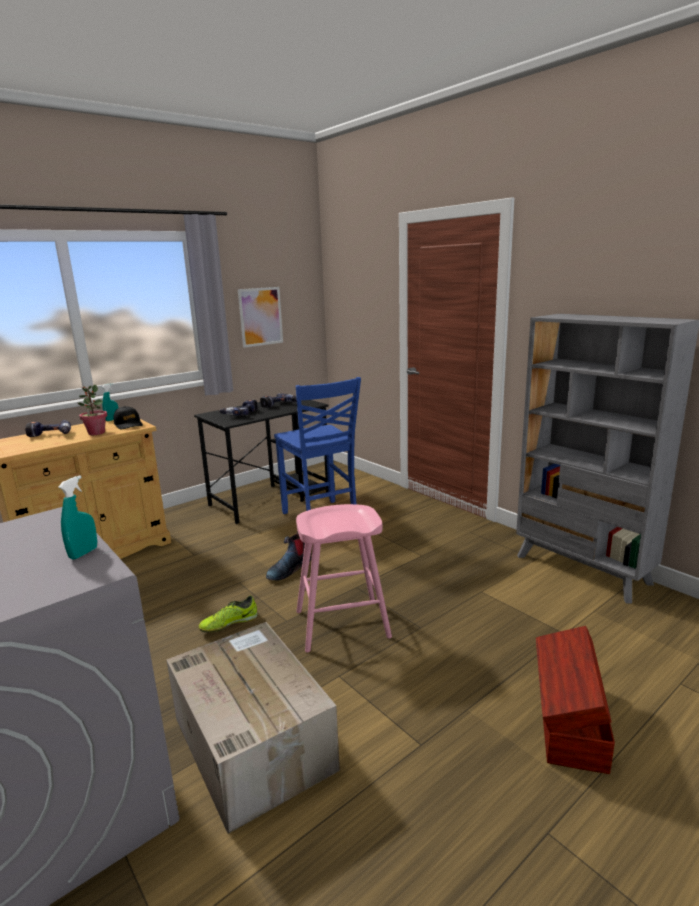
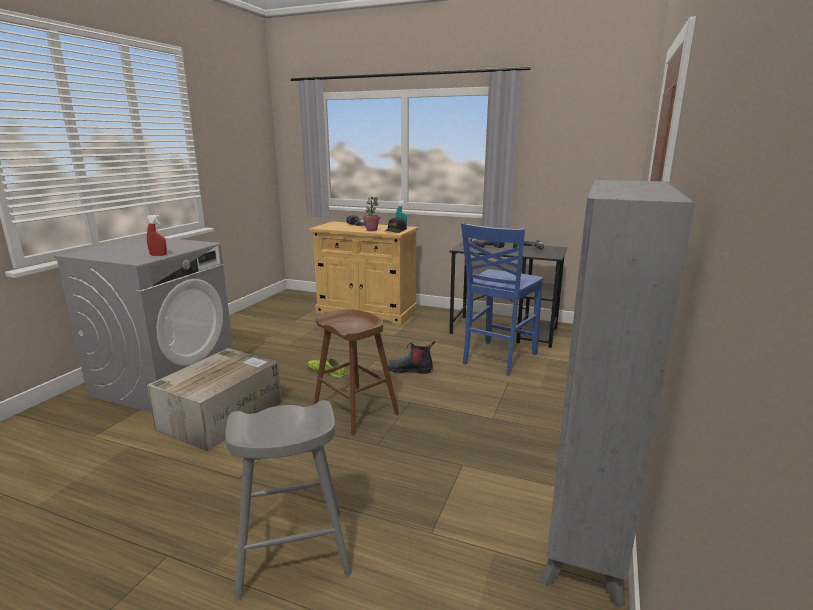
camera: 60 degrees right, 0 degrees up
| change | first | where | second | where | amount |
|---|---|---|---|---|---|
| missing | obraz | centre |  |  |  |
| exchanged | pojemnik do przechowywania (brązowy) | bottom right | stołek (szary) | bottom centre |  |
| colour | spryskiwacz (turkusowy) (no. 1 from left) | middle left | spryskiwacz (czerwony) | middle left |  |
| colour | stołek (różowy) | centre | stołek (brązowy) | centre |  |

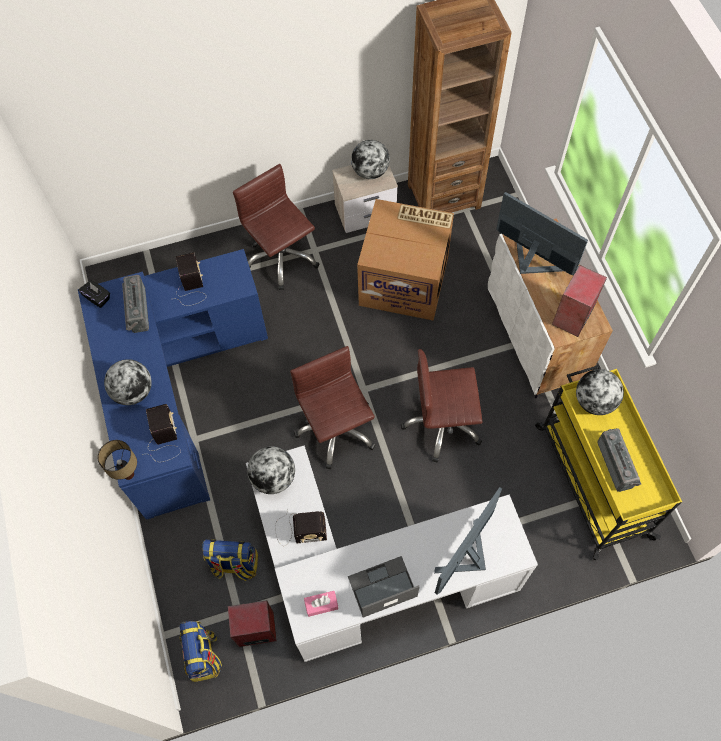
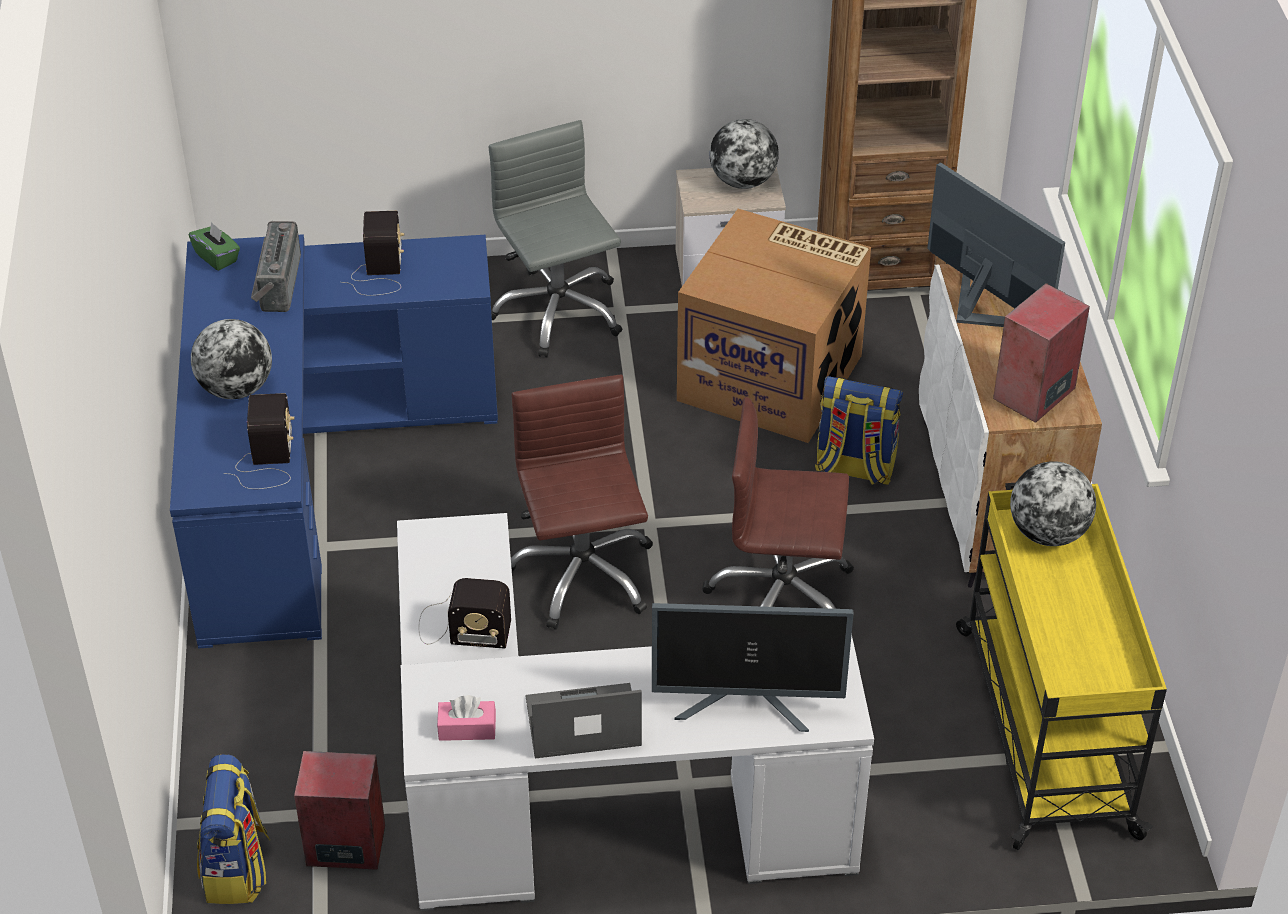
camera: 10 degrees right, 20 degrees down
| change | first | where | second | where | amount |
|---|---|---|---|---|---|
| missing | lampa stołowa | middle left |  |  |  |
| missing | globus (no. 2 from left) | centre |  |  |  |
| missing | radio (no. 5 from left) | middle right |  |  |  |
| relocated | plecak (no. 2 from left) | bottom left |  | middle right |  |
| colour | pudełko chusteczek (czarny) | middle left | pudełko chusteczek (zielony) | top left |  |
| colour | krzesło biurowe (brązowy) (no. 1 from left) | top centre | krzesło biurowe (szary) | top centre |  |
| spun | monitor (no. 1 from left) | bottom centre |  | bottom centre | 135 degrees counterclockwise |

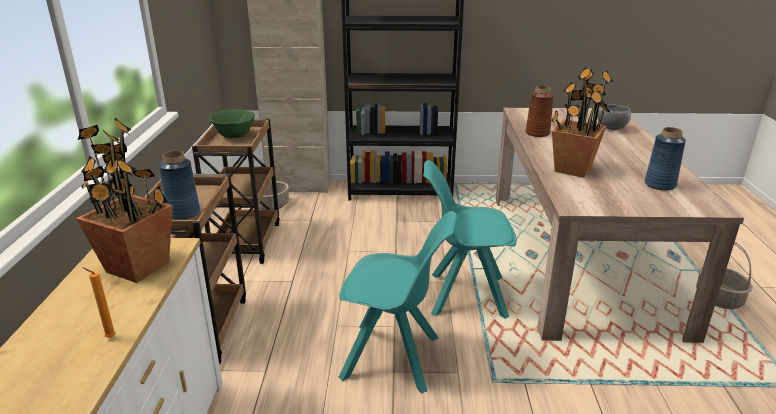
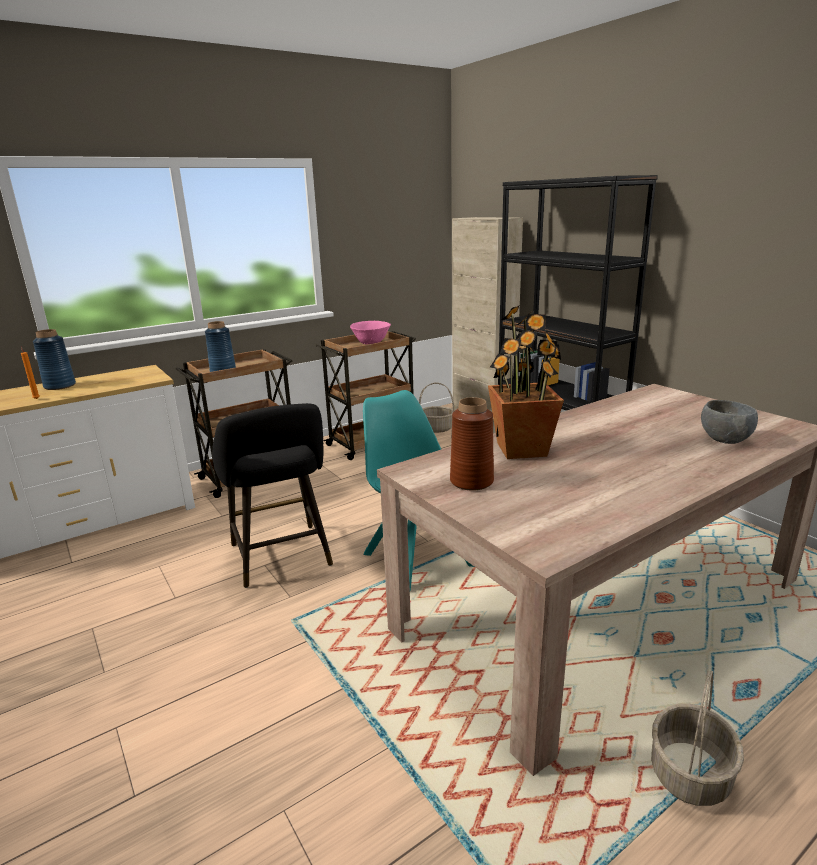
camera: 55 degrees right, 5 degrees down
| change | first | where | second | where | amount |
|---|---|---|---|---|---|
| missing | roślina doniczkowa (no. 1 from left) | middle left |  |  |  |
| relocated | wazon (brązowy) | top right |  | centre |  |
| relocated | wazon (niebieski) (no. 2 from left in the first image) | middle right | wazon (niebieski) (no. 1 from left) | middle left |  |
| exchanged | krzesło (turkusowy) (no. 1 from left) | bottom centre | stołek (czarny) | middle left |  |
| colour | miska (zielony) | top left | miska (różowy) | centre |  |

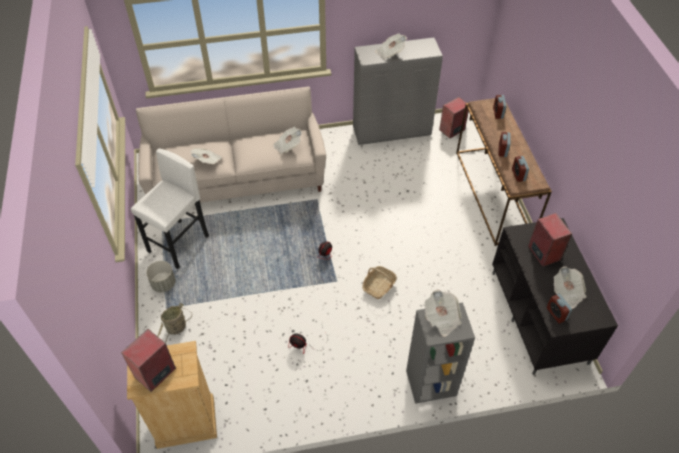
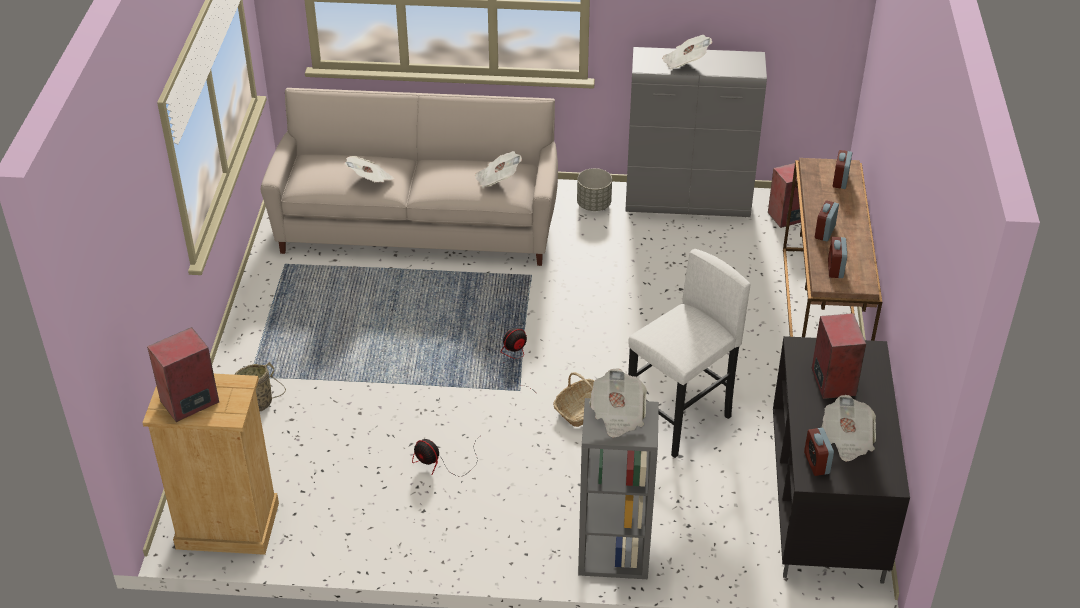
camera: 15 degrees right, 10 degrees down
| change | first | where | second | where | amount |
|---|---|---|---|---|---|
| relocated | stołek (biały) | middle left |  | centre |  |
| relocated | donica (szary) | middle left |  | top centre |  |

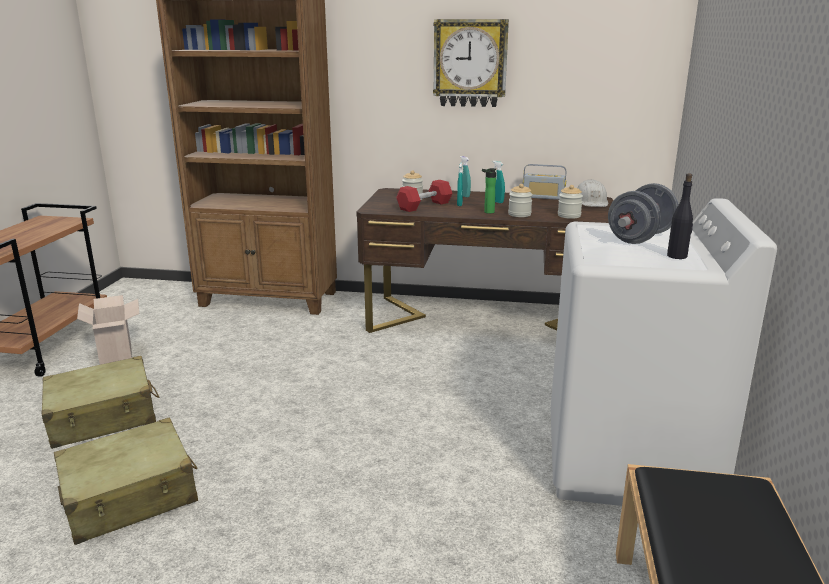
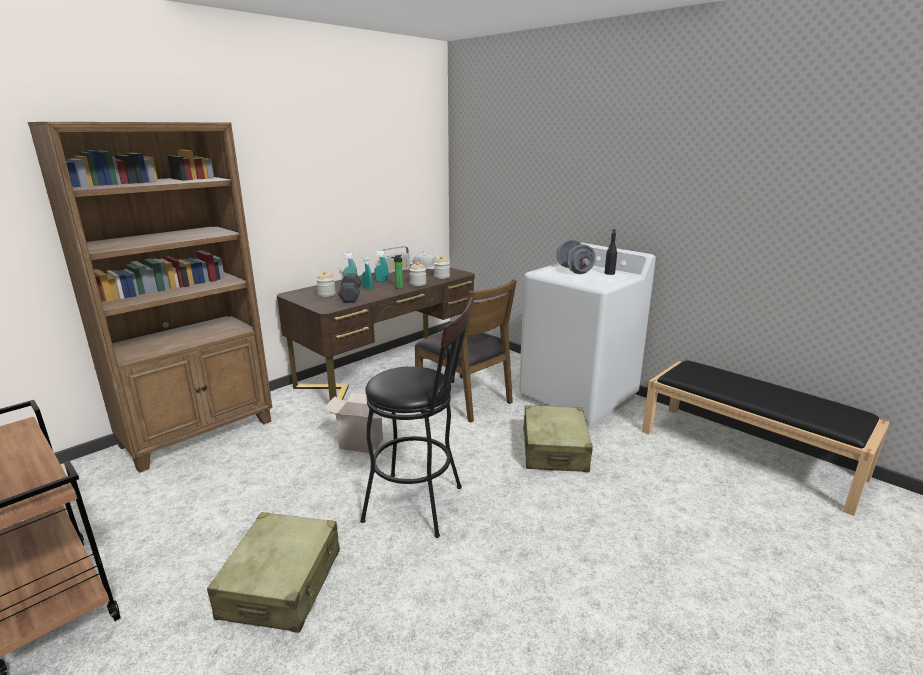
camera: 55 degrees left, 0 degrees up
| change | first | where | second | where | amount |
|---|---|---|---|---|---|
| missing | zegar ścienny | top centre |  |  |  |
| appeared |  |  | stołek (czarny) | centre |  |
| appeared |  |  | krzesło (brązowy) | centre |  |
| relocated | walizka (beżowy) (no. 2 from left) | bottom left |  | centre |  |
| relocated | karton | middle left |  | centre |  |
| colour | hantel (czerwony) | centre | hantel (szary) (no. 1 from left) | centre |  |

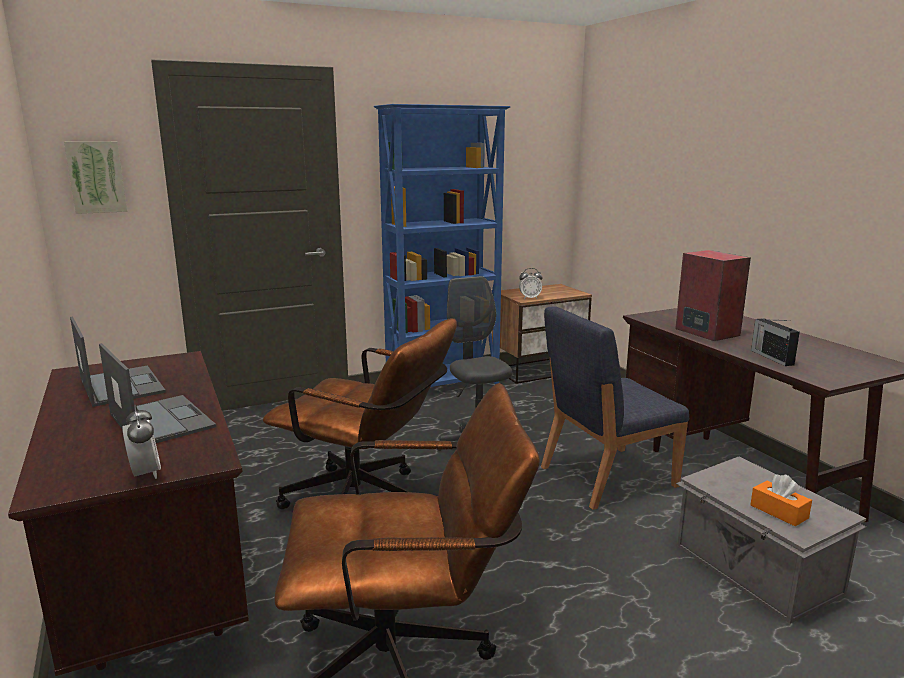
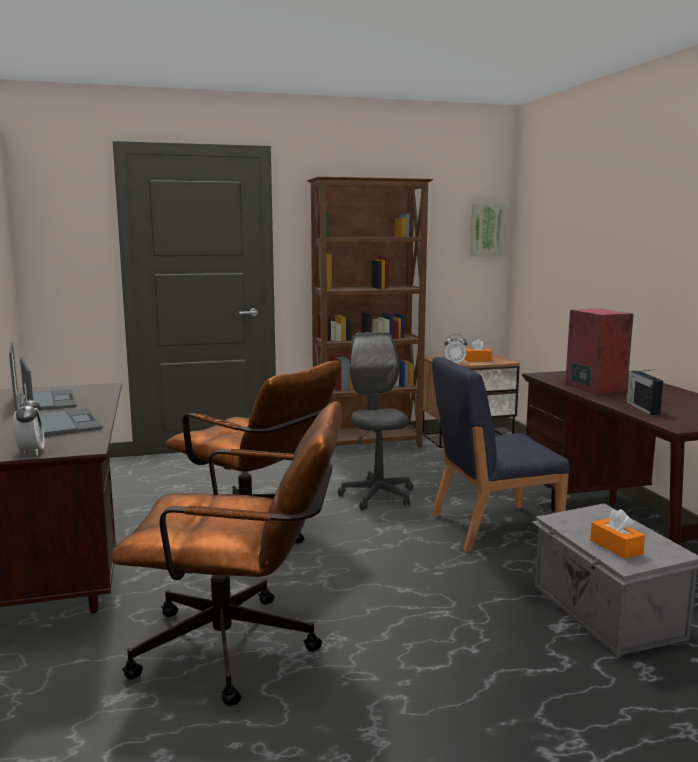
camera: 10 degrees right, 5 degrees down
| change | first | where | second | where | amount |
|---|---|---|---|---|---|
| appeared |  |  | pudełko chusteczek (pomarańczowy) (no. 1 from left) | middle right |  |
| relocated | obraz | top left |  | top right |  |
| colour | regał (niebieski) | centre | regał (brązowy) | centre |  |

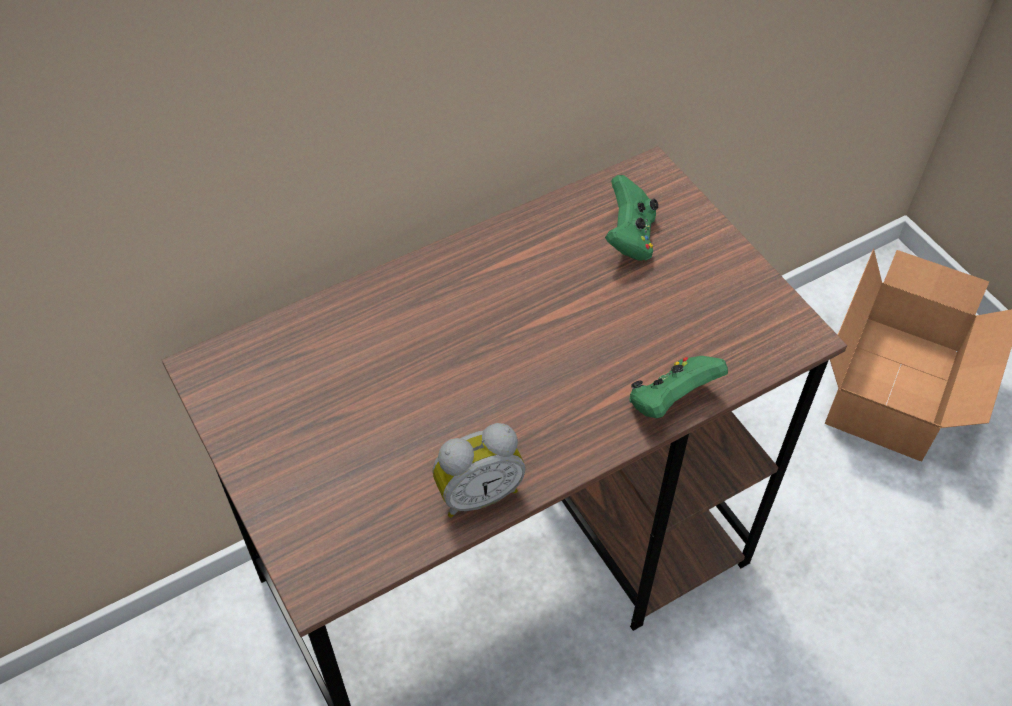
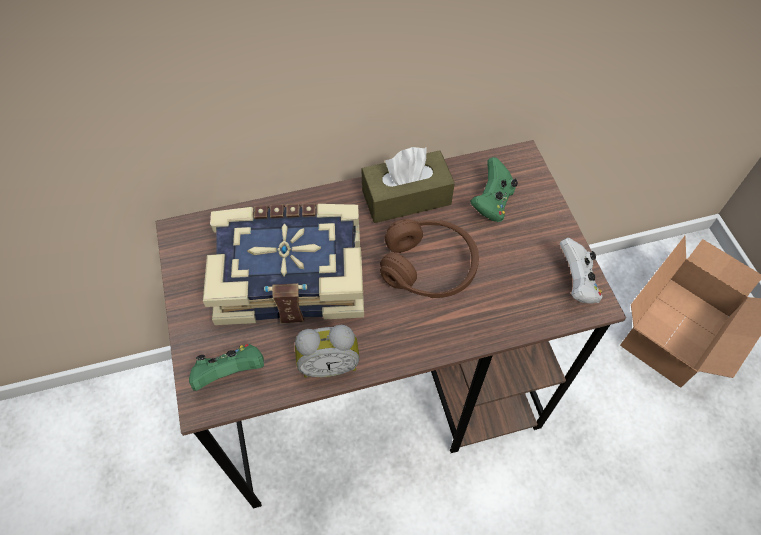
camera: 15 degrees right, 5 degrees up
| change | first | where | second | where | amount |
|---|---|---|---|---|---|
| appeared |  |  | książka | centre |  |
| appeared |  |  | pudełko chusteczek (brązowy) | centre |  |
| appeared |  |  | słuchawki (brązowy) | centre |  |
| appeared |  |  | pad do gier (biały) | middle right |  |
| relocated | pad do gier (zielony) (no. 2 from left in the first image) | middle right | pad do gier (zielony) (no. 1 from left) | bottom left |  |

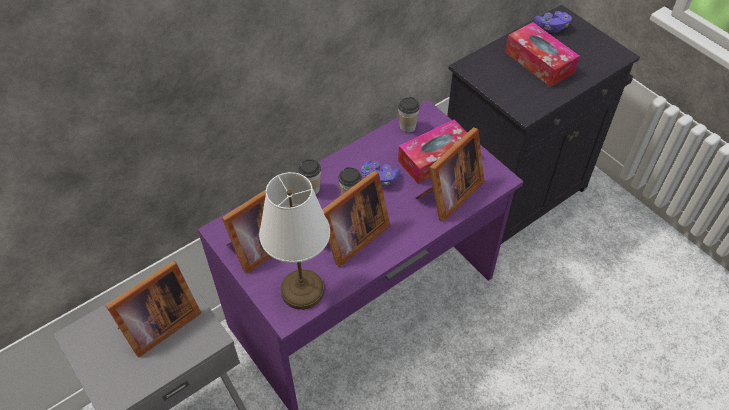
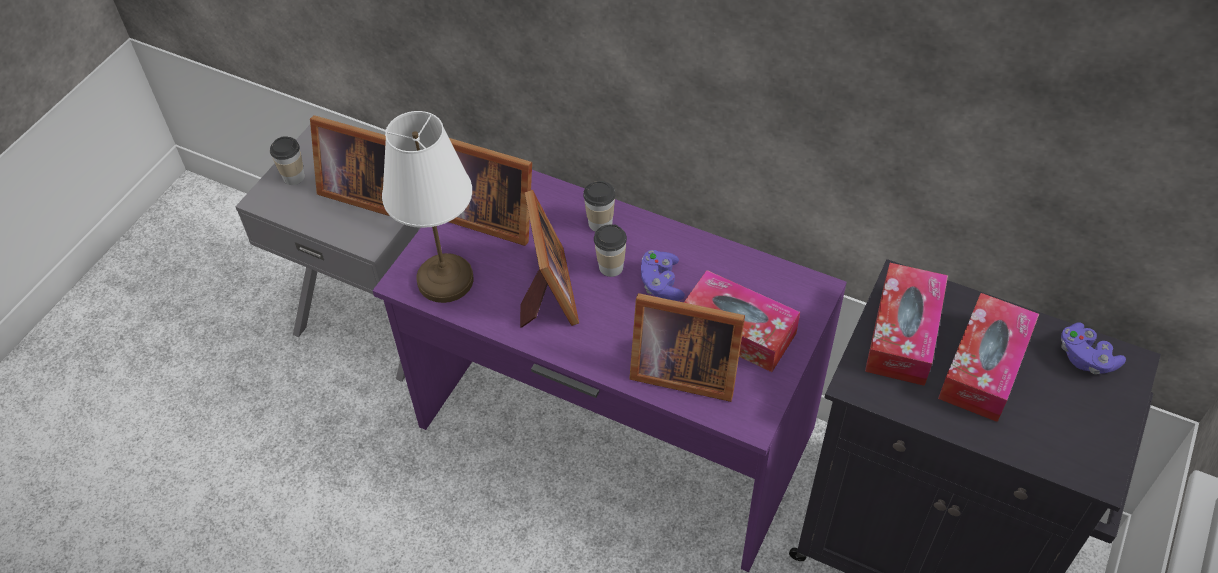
camera: 65 degrees right, 0 degrees up
| change | first | where | second | where | amount |
|---|---|---|---|---|---|
| appeared |  |  | pudełko chusteczek (no. 2 from left) | middle right |  |
| relocated | filiżanka (no. 3 from left in the first image) | top centre | filiżanka (no. 1 from left) | top left |  |
| spun | ramka na zdjęcie (no. 3 from left) | centre |  | centre | 120 degrees counterclockwise |

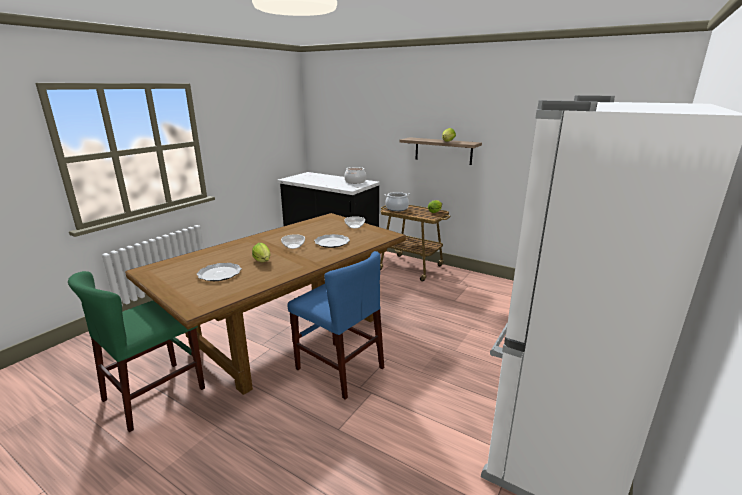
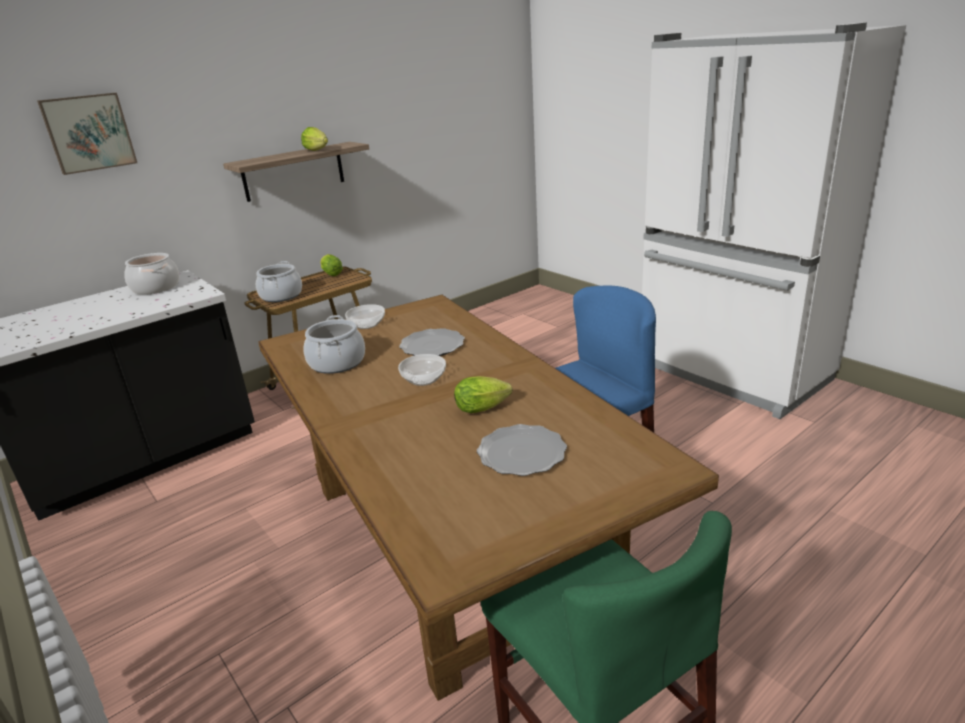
camera: 70 degrees left, 5 degrees up
| change | first | where | second | where | amount |
|---|---|---|---|---|---|
| appeared |  |  | obraz | top left |  |
| appeared |  |  | garnek (no. 3 from left) | centre |  |

